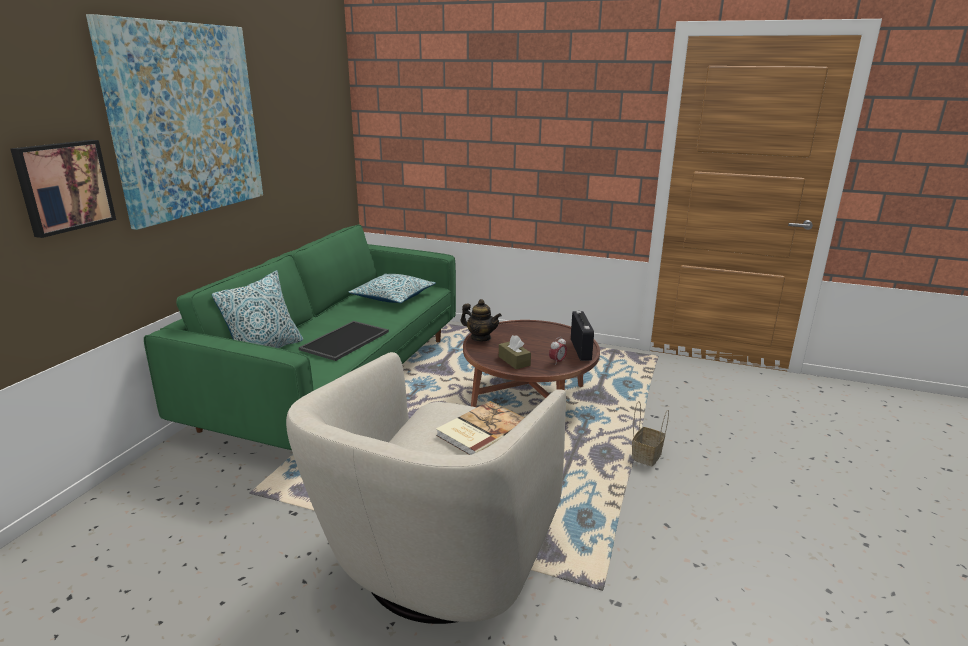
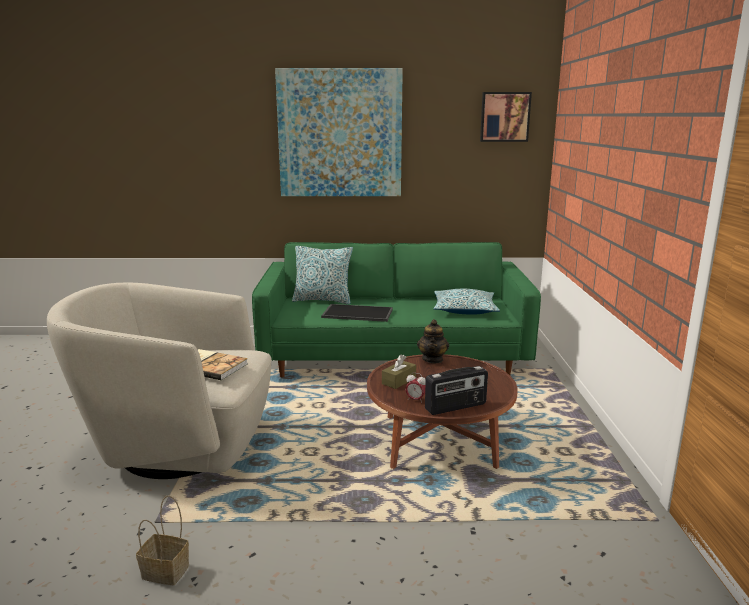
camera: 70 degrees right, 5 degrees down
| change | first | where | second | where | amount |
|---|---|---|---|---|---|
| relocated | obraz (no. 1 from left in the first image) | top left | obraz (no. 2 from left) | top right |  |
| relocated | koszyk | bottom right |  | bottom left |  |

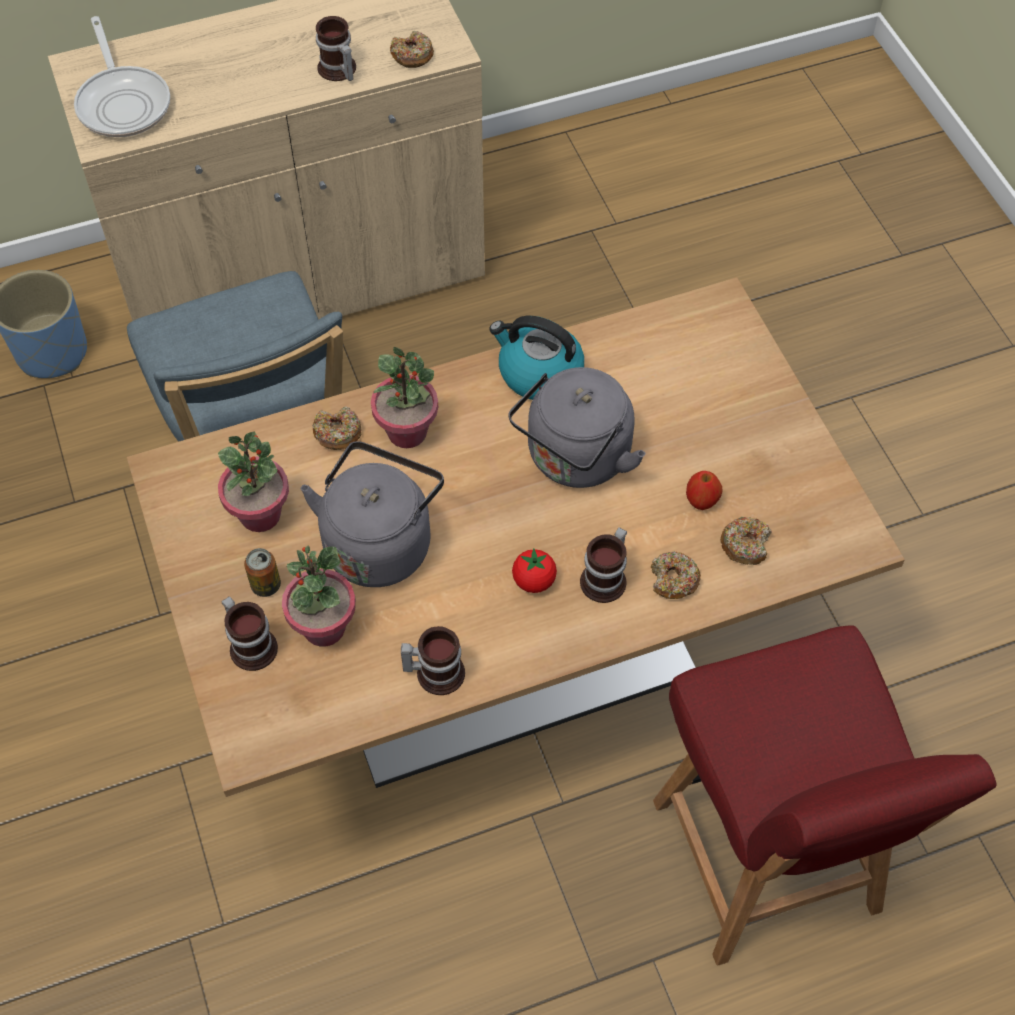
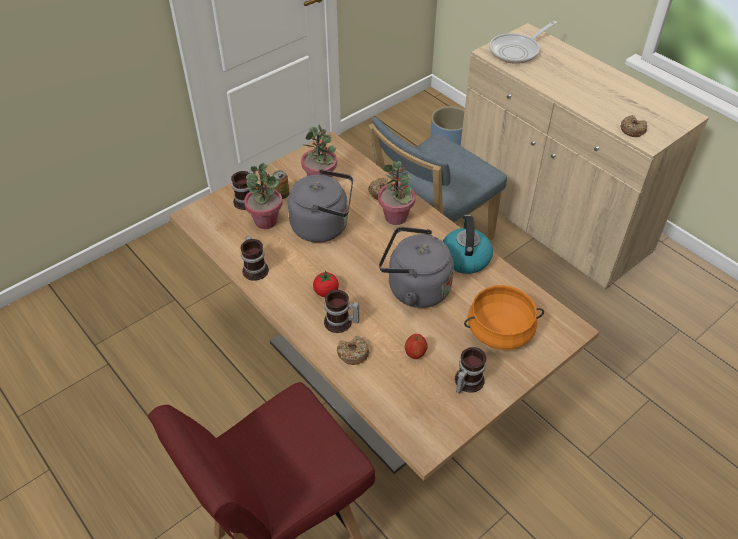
camera: 70 degrees right, 10 degrees down
| change | first | where | second | where | amount |
|---|---|---|---|---|---|
| missing | donut (no. 4 from left) | middle right |  |  |  |
| appeared |  |  | garnek (pomarańczowy) | middle right |  |
| relocated | kubek (no. 2 from left in the first image) | top left | kubek (no. 4 from left) | bottom centre |  |

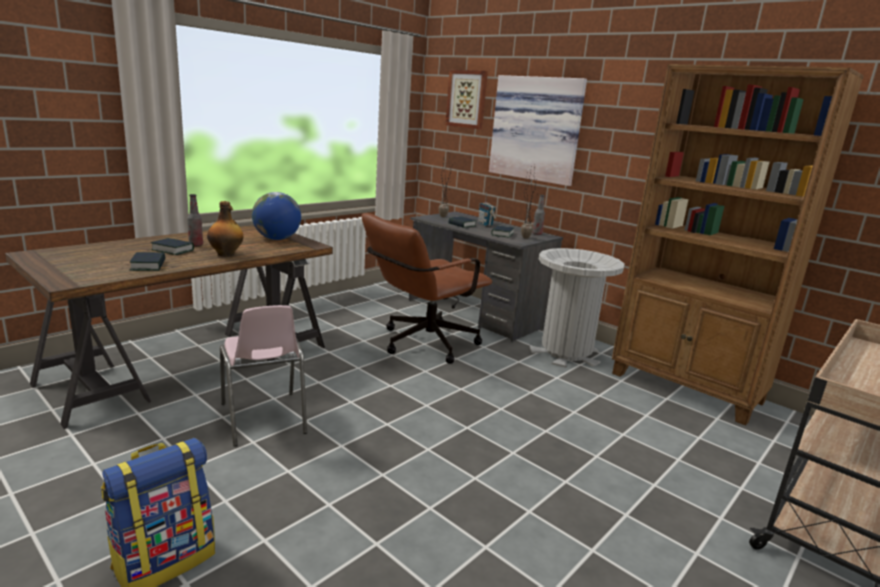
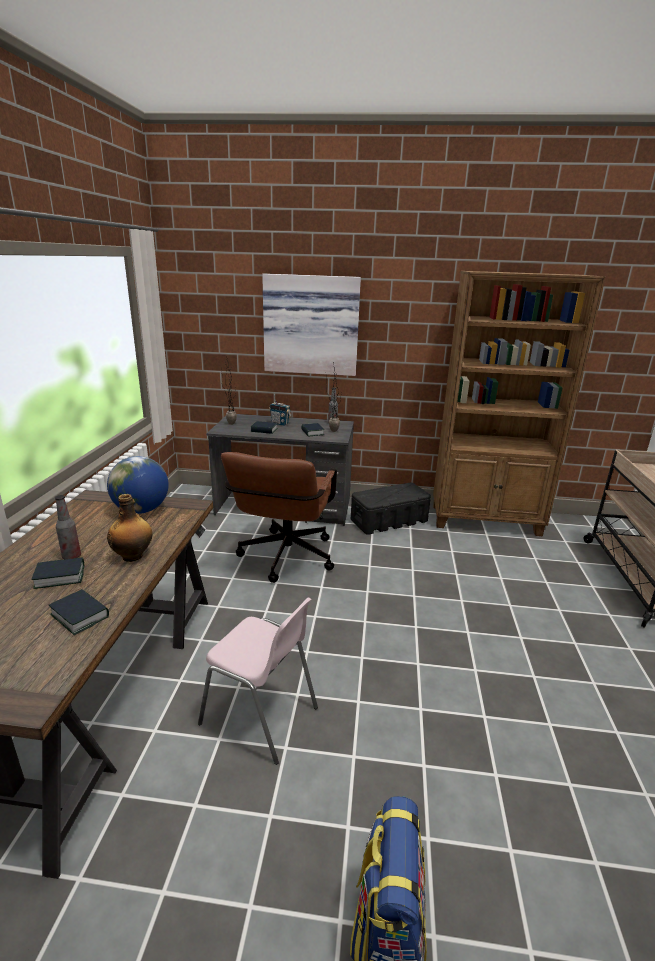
camera: 35 degrees left, 5 degrees up
| change | first | where | second | where | amount |
|---|---|---|---|---|---|
| missing | obraz (no. 1 from left) | top centre |  |  |  |
| exchanged | kosz na śmieci (szary) | centre | pojemnik do przechowywania (czarny) | centre |  |

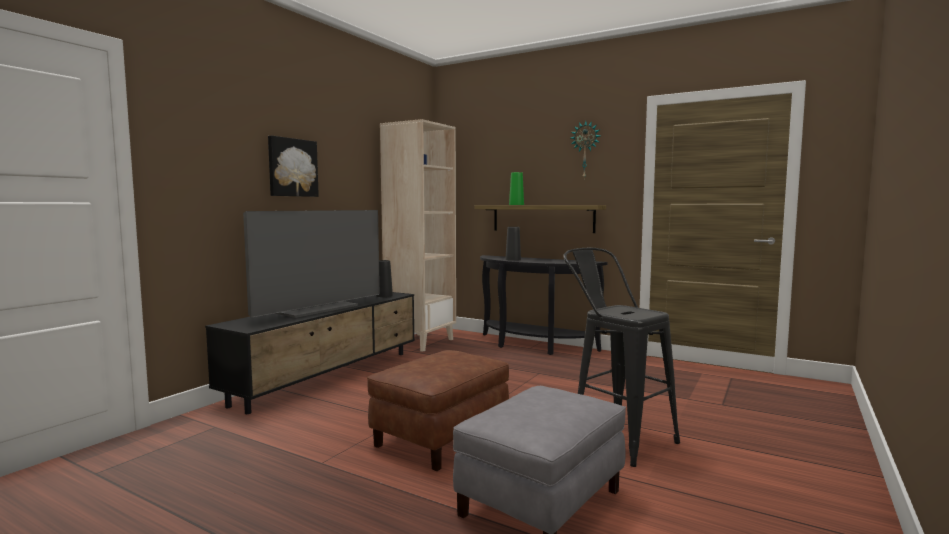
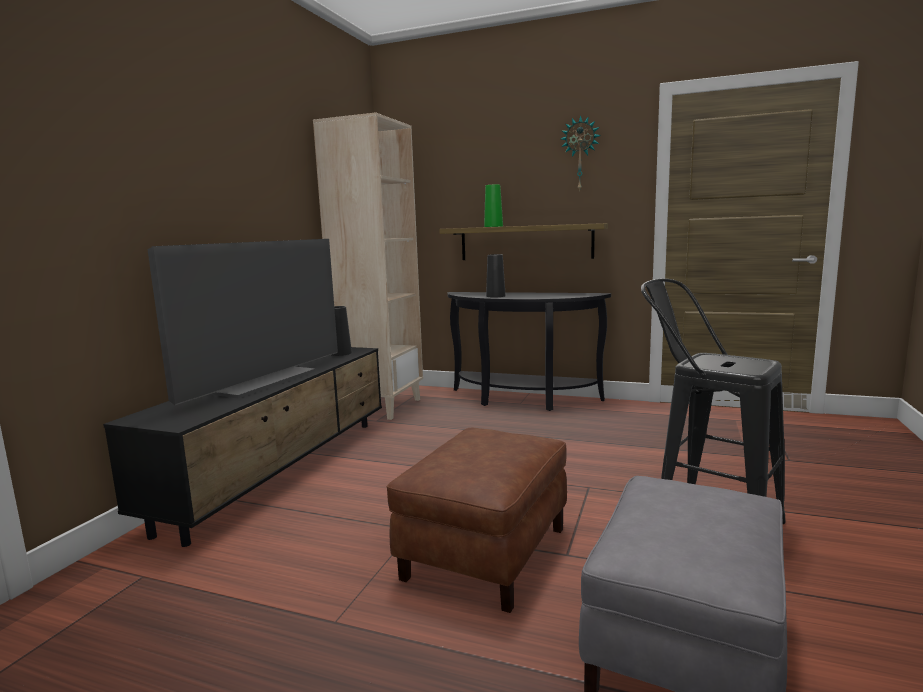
camera: 10 degrees left, 5 degrees up
| change | first | where | second | where | amount |
|---|---|---|---|---|---|
| missing | obraz | top left |  |  |  |

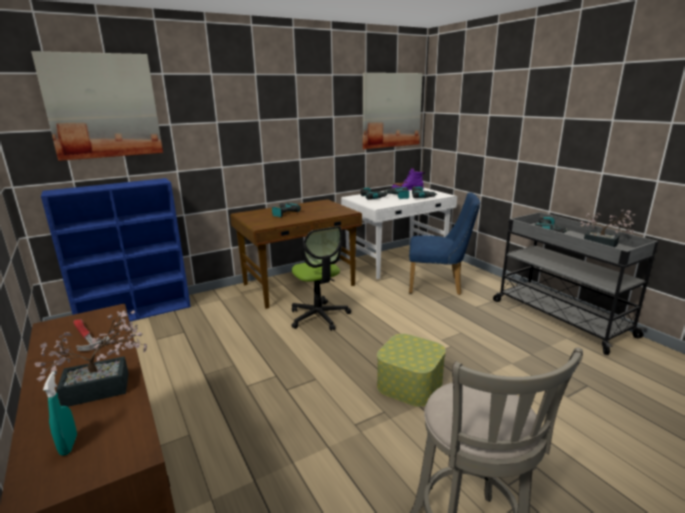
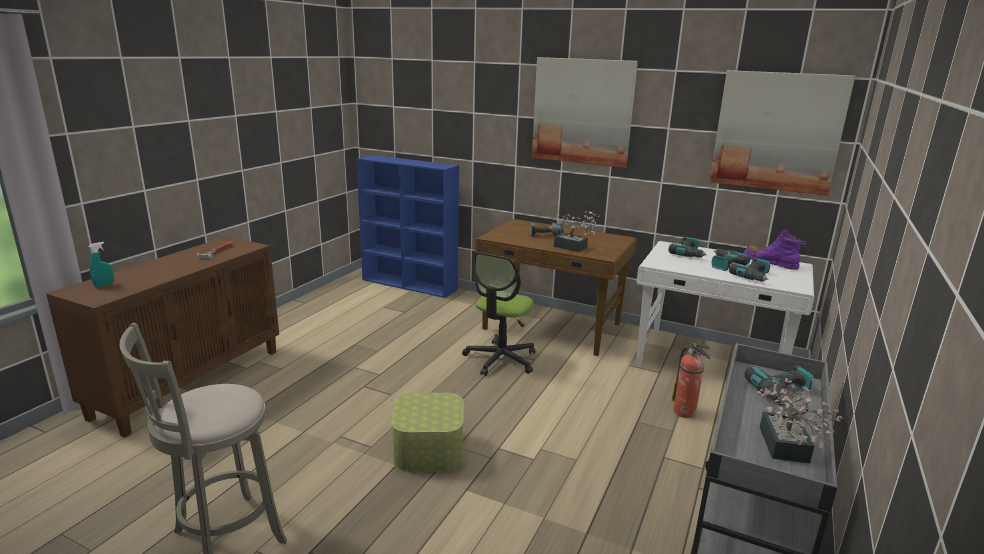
camera: 55 degrees right, 0 degrees up
| change | first | where | second | where | amount |
|---|---|---|---|---|---|
| relocated | obraz (no. 1 from left) | top left |  | top centre |  |
| relocated | roślina doniczkowa (no. 1 from left) | bottom left |  | centre |  |
| exchanged | krzesło (niebieski) | centre | gaśnica | bottom right |  |

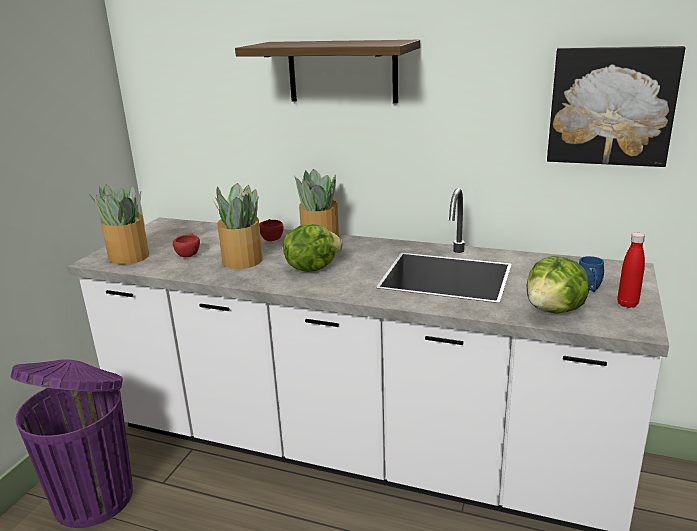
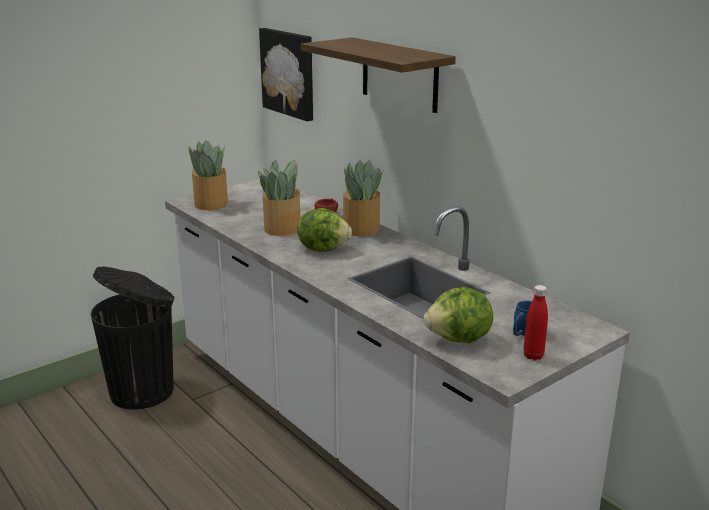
camera: 30 degrees right, 0 degrees up
| change | first | where | second | where | amount |
|---|---|---|---|---|---|
| missing | filiżanka (czerwony) (no. 1 from left) | middle left |  |  |  |
| relocated | obraz | top right |  | top centre |  |
| colour | kosz na śmieci (fioletowy) | bottom left | kosz na śmieci (czarny) | middle left |  |

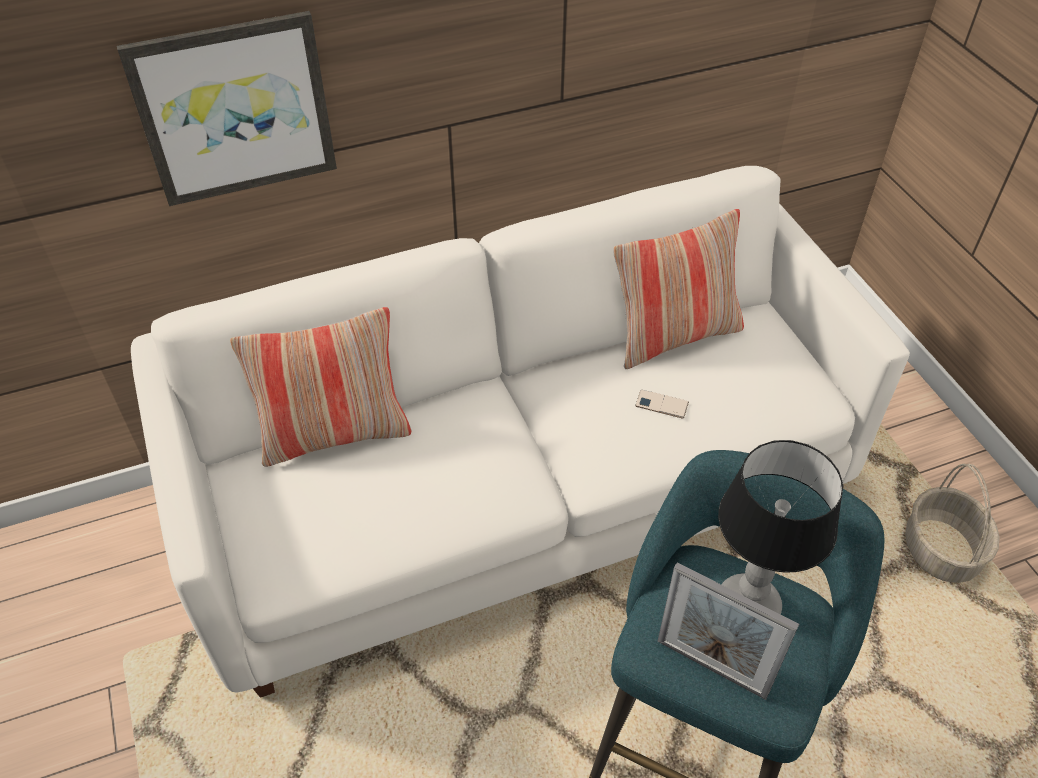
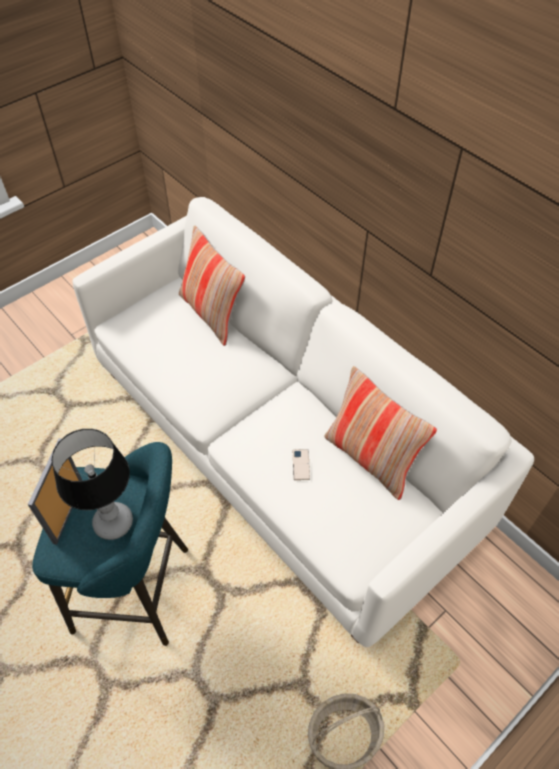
camera: 70 degrees right, 5 degrees up
| change | first | where | second | where | amount |
|---|---|---|---|---|---|
| missing | obraz | top left |  |  |  |

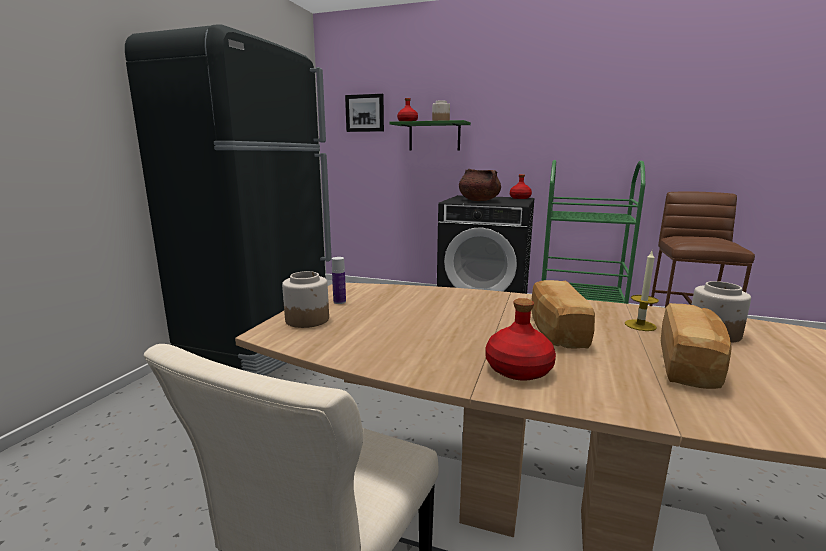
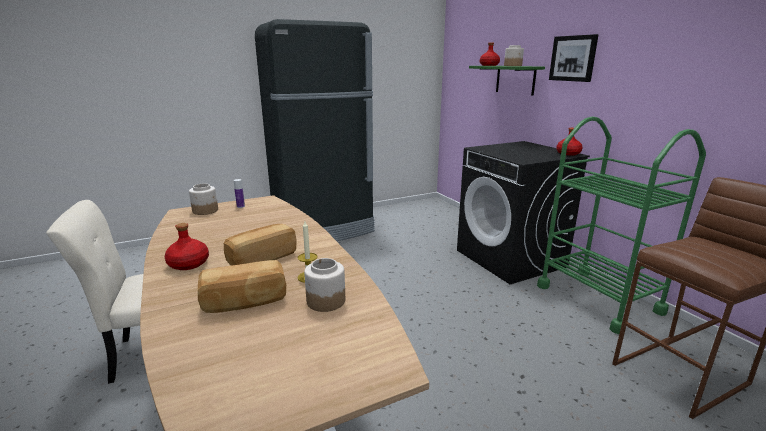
camera: 45 degrees right, 5 degrees up
| change | first | where | second | where | amount |
|---|---|---|---|---|---|
| missing | garnek (brązowy) | centre |  |  |  |
| relocated | obraz | top centre |  | top right |  |

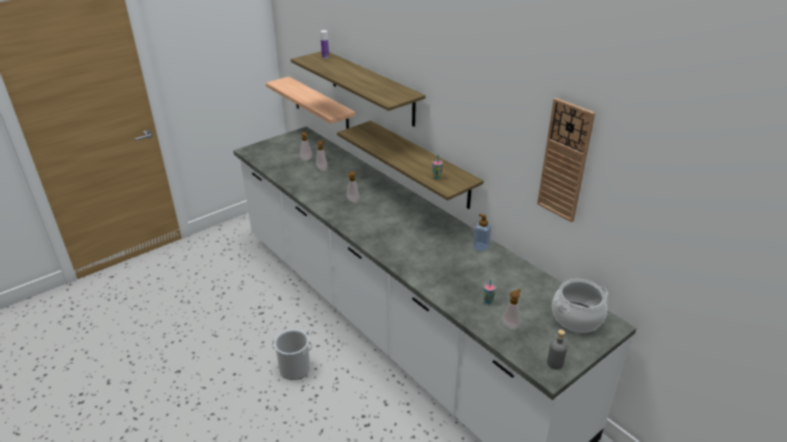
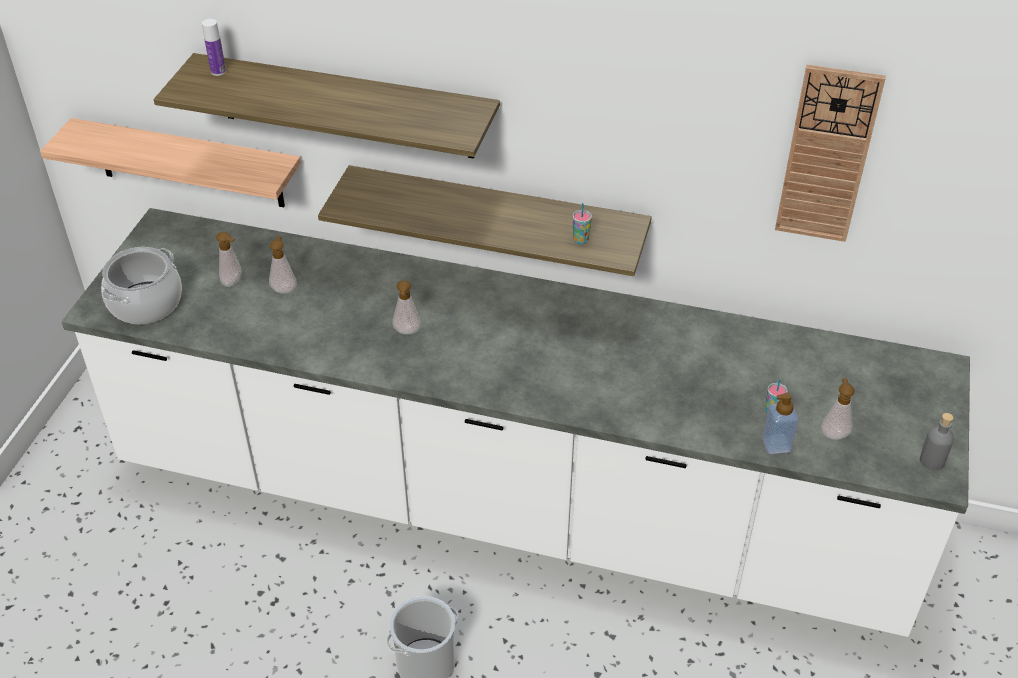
camera: 35 degrees left, 10 degrees up
| change | first | where | second | where | amount |
|---|---|---|---|---|---|
| relocated | dozownik mydła (no. 4 from left) | centre |  | middle right |  |
| relocated | garnek | bottom right |  | middle left |  |

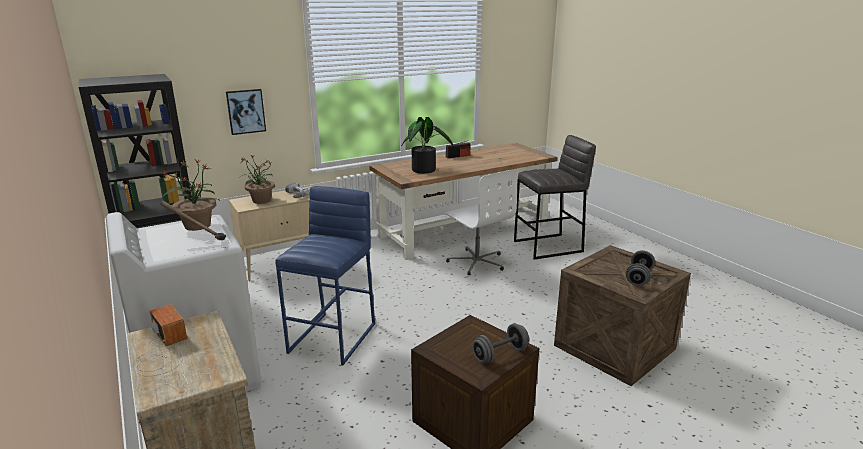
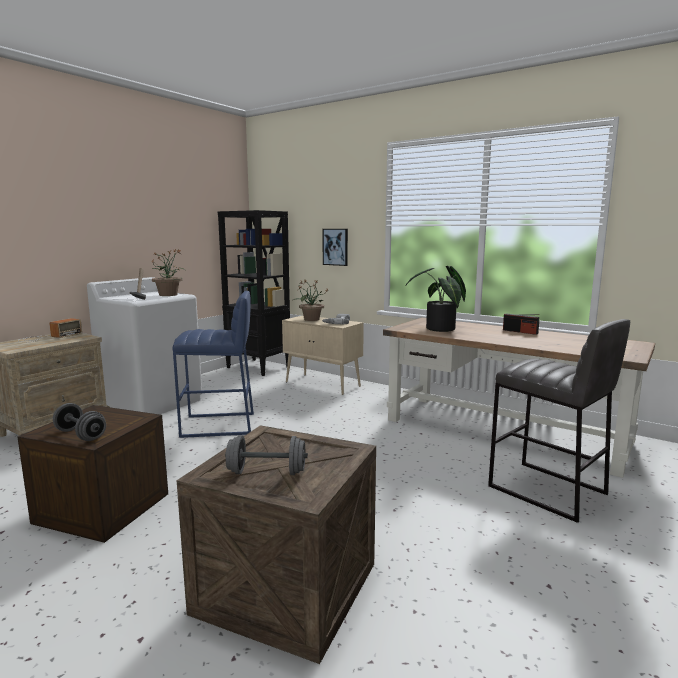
camera: 65 degrees right, 10 degrees down
| change | first | where | second | where | amount |
|---|---|---|---|---|---|
| missing | krzesło biurowe (biały) | centre |  |  |  |

